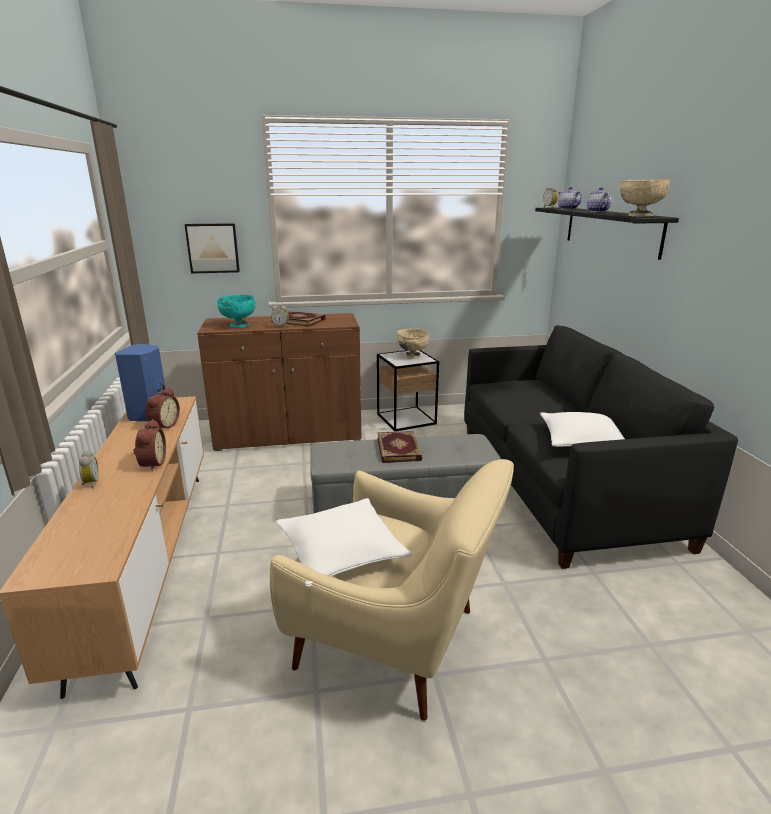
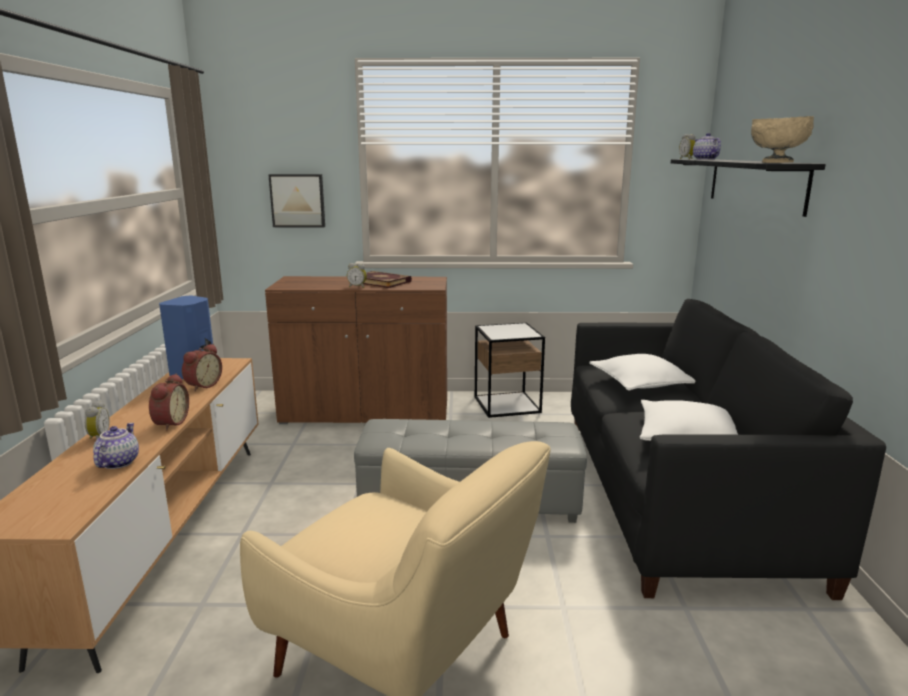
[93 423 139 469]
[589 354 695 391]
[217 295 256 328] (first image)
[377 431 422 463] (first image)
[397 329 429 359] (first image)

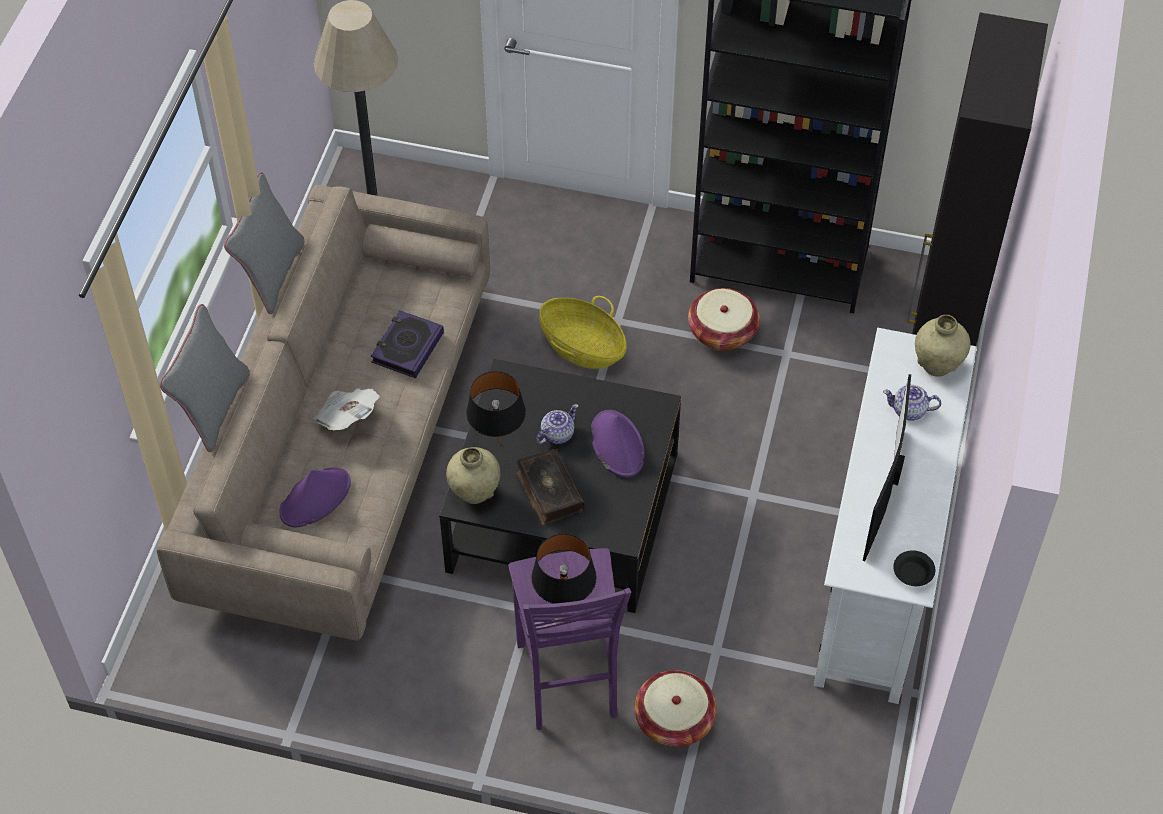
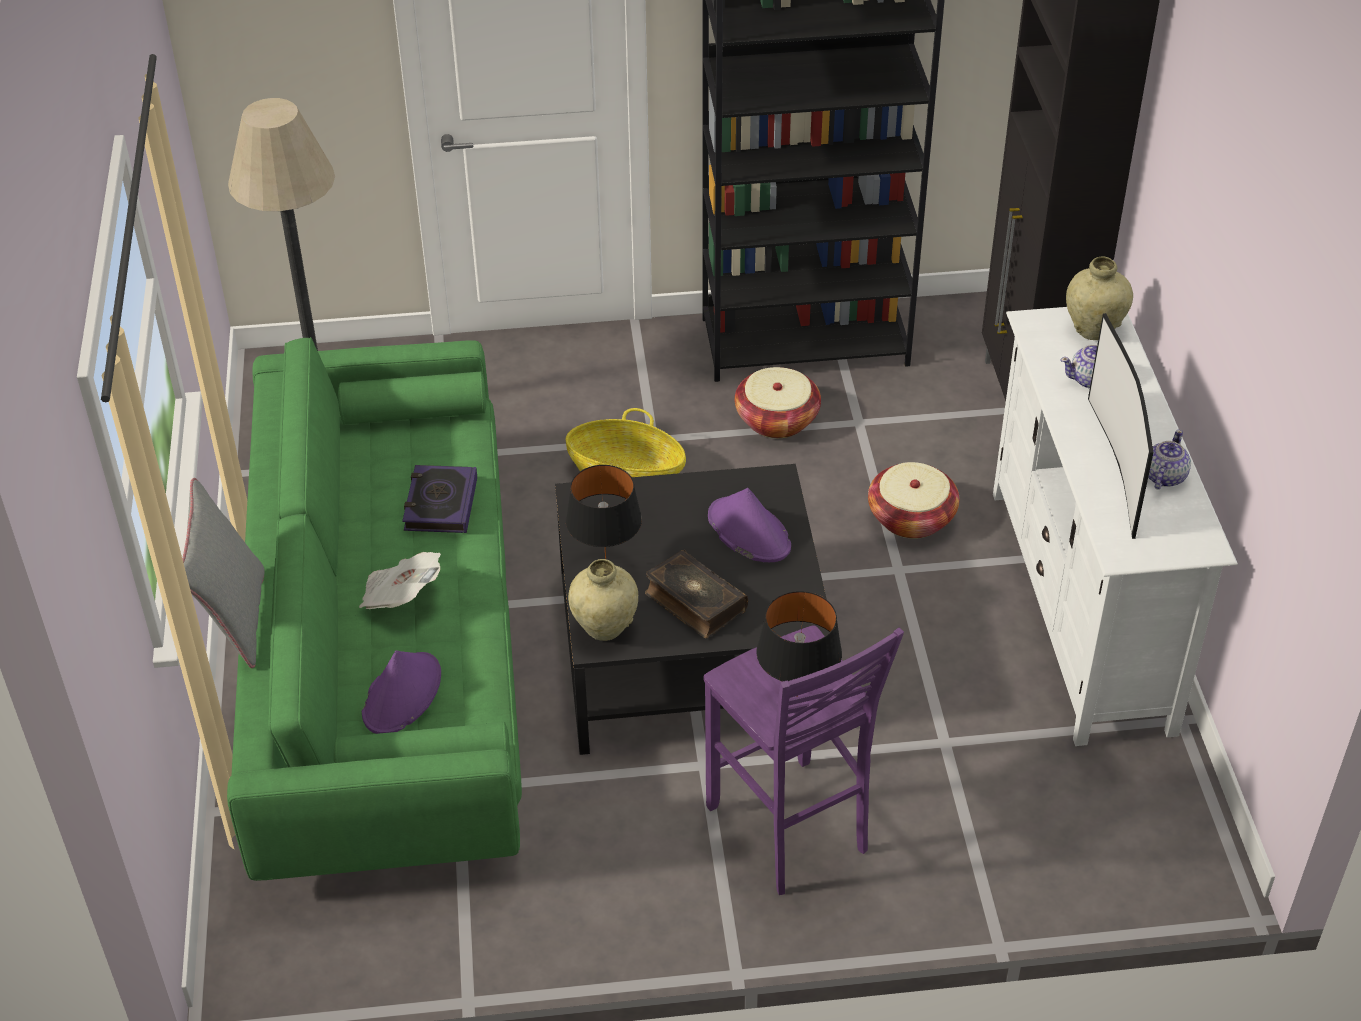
[227 337 522 881]
[868 462 959 539]
[1148 430 1191 490]
[224 172 305 314] (first image)
[893 550 935 586] (first image)

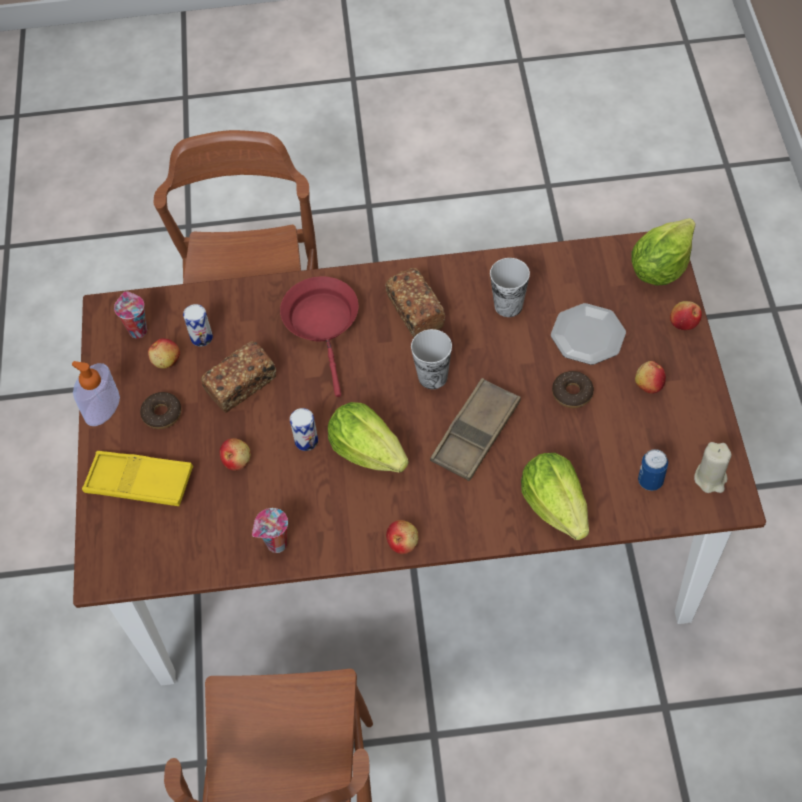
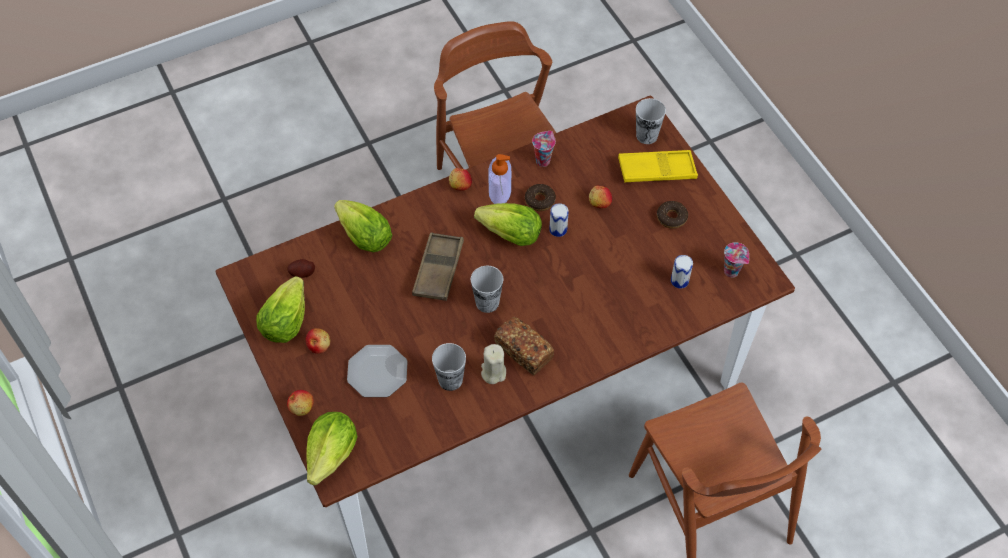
[256 276 305 343]
[287 259 315 278]
[481 344 506 384]
[488 154 511 204]
[525 184 556 211]
[636 98 666 144]
[148 338 180 369] (first image)
[201 341 276 413] (first image)
[280 277 359 397] (first image)

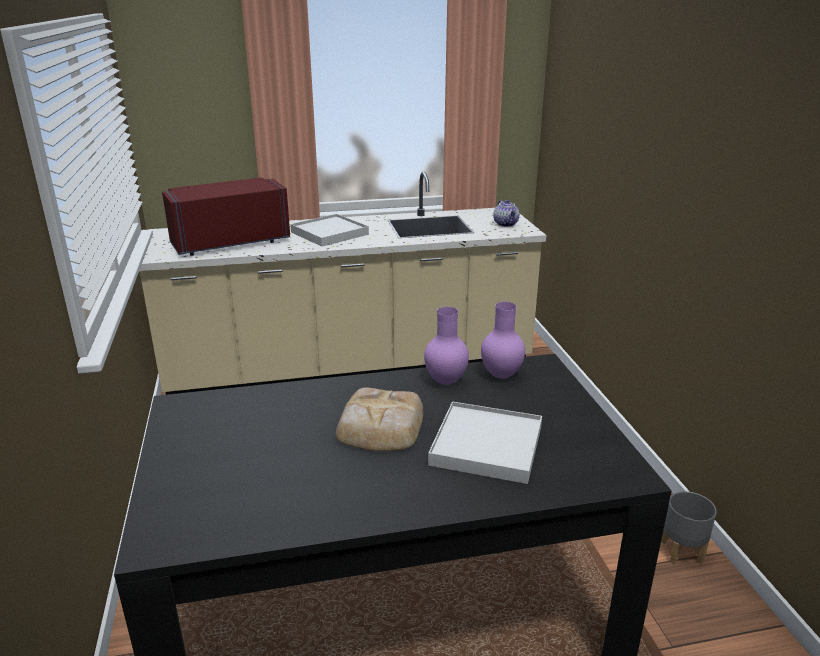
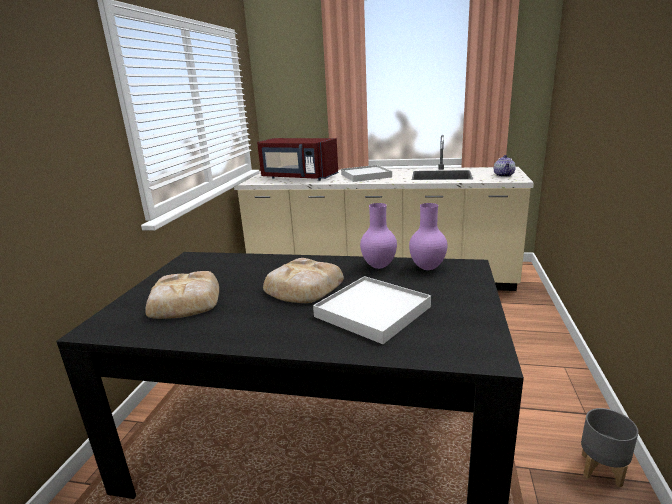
[145 271 219 319]
[257 138 338 181]

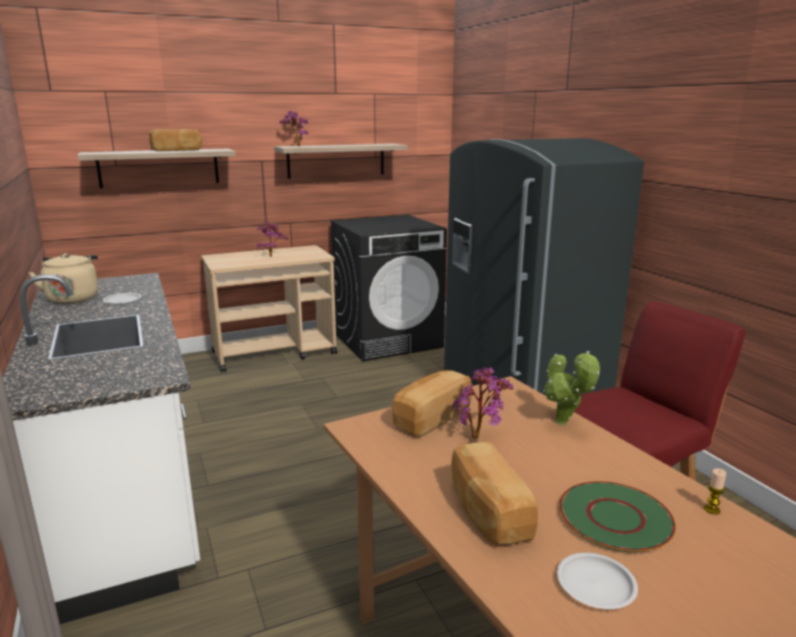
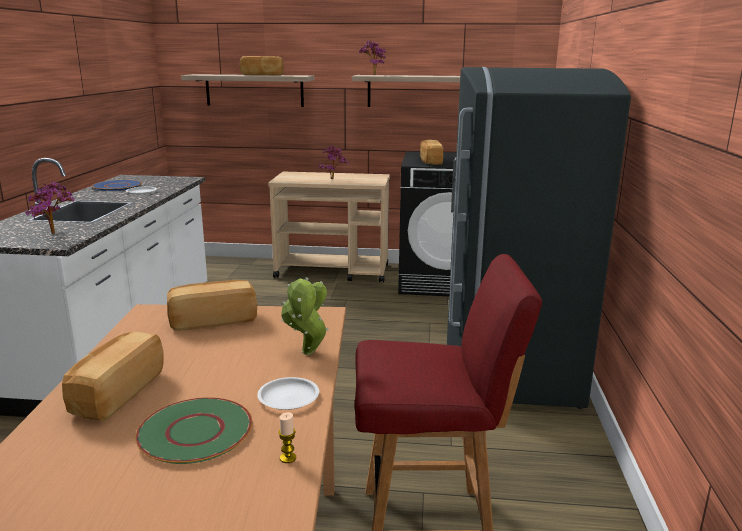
[25 182 75 234]
[92 180 142 191]
[257 377 319 410]
[420 140 443 165]

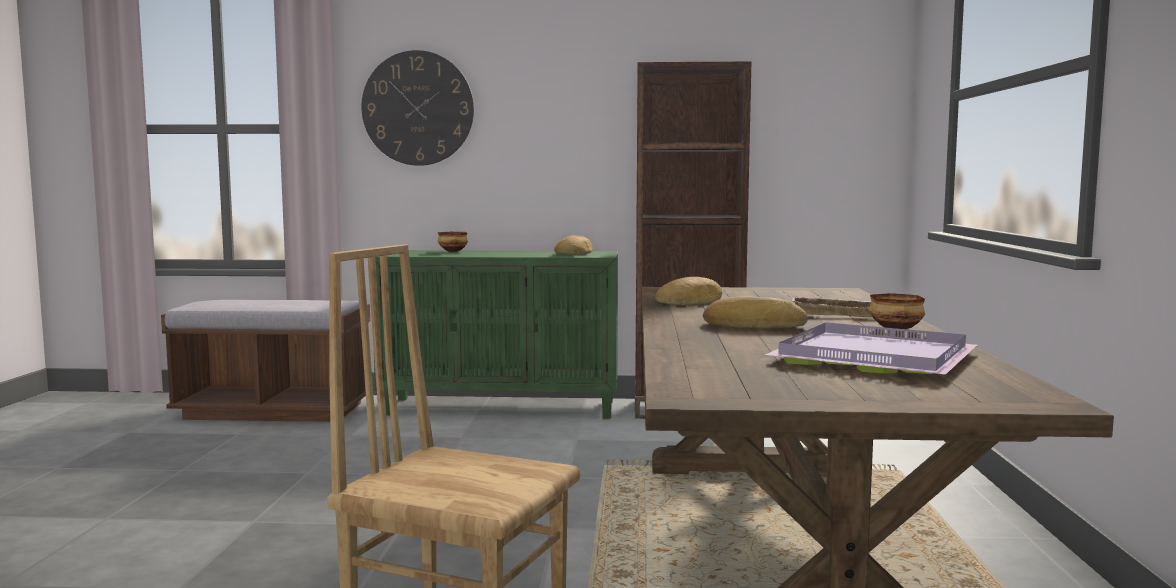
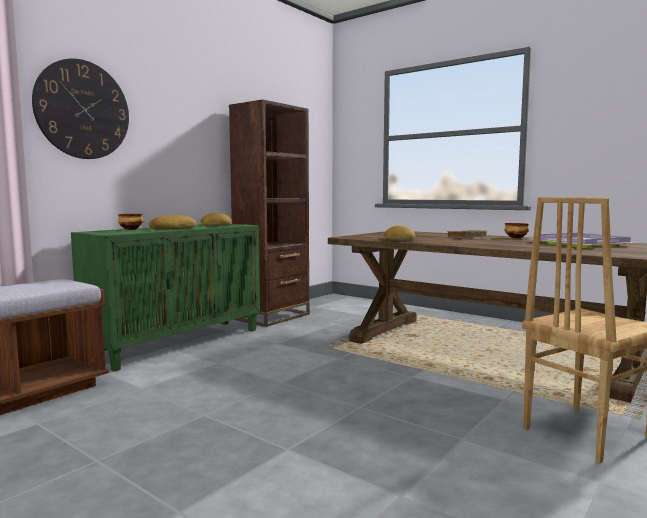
[148 215 197 230]

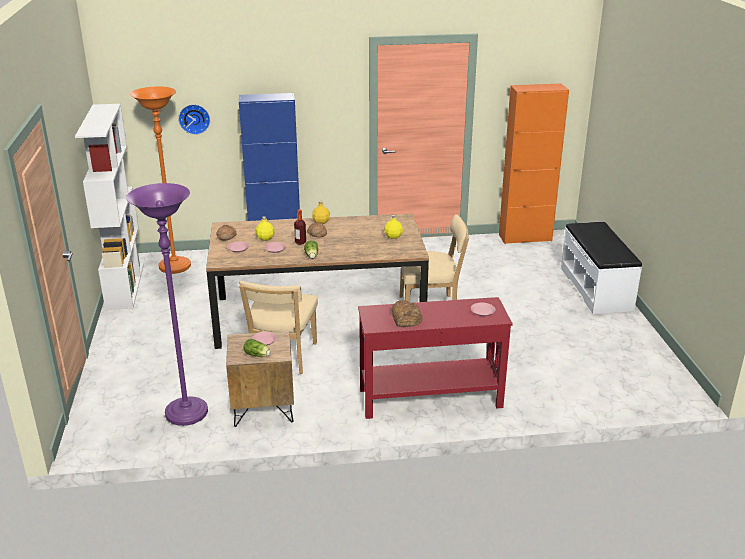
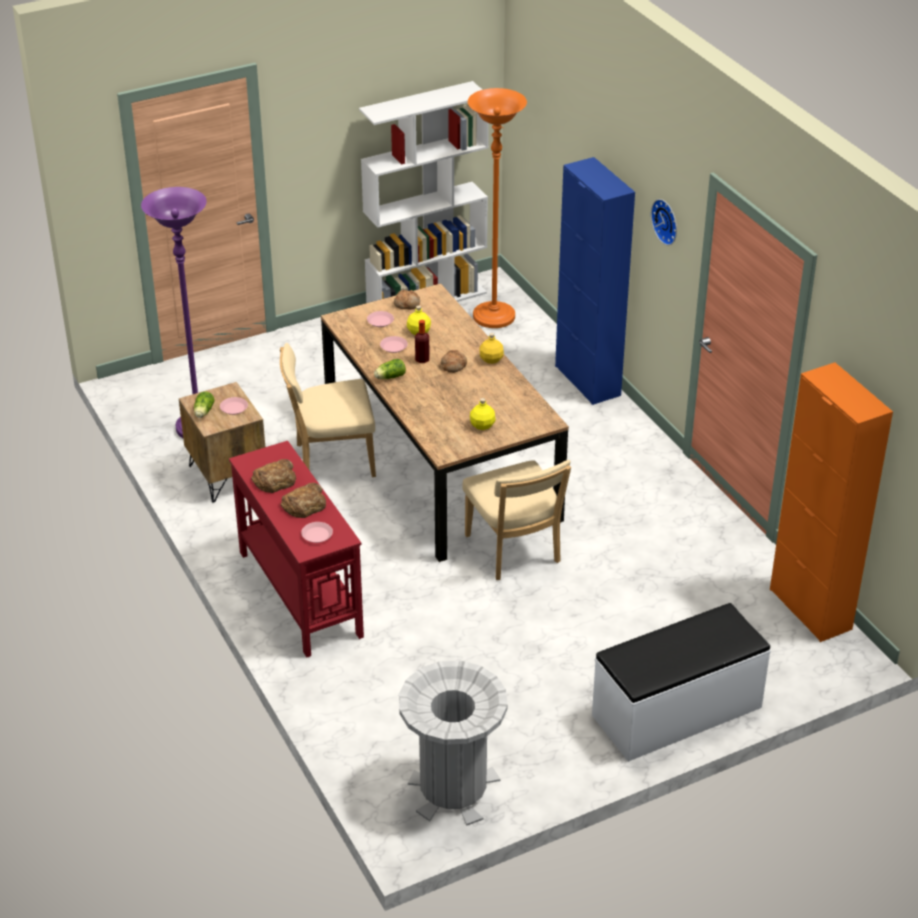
[280 483 326 518]
[399 661 507 826]
[651 199 677 245]

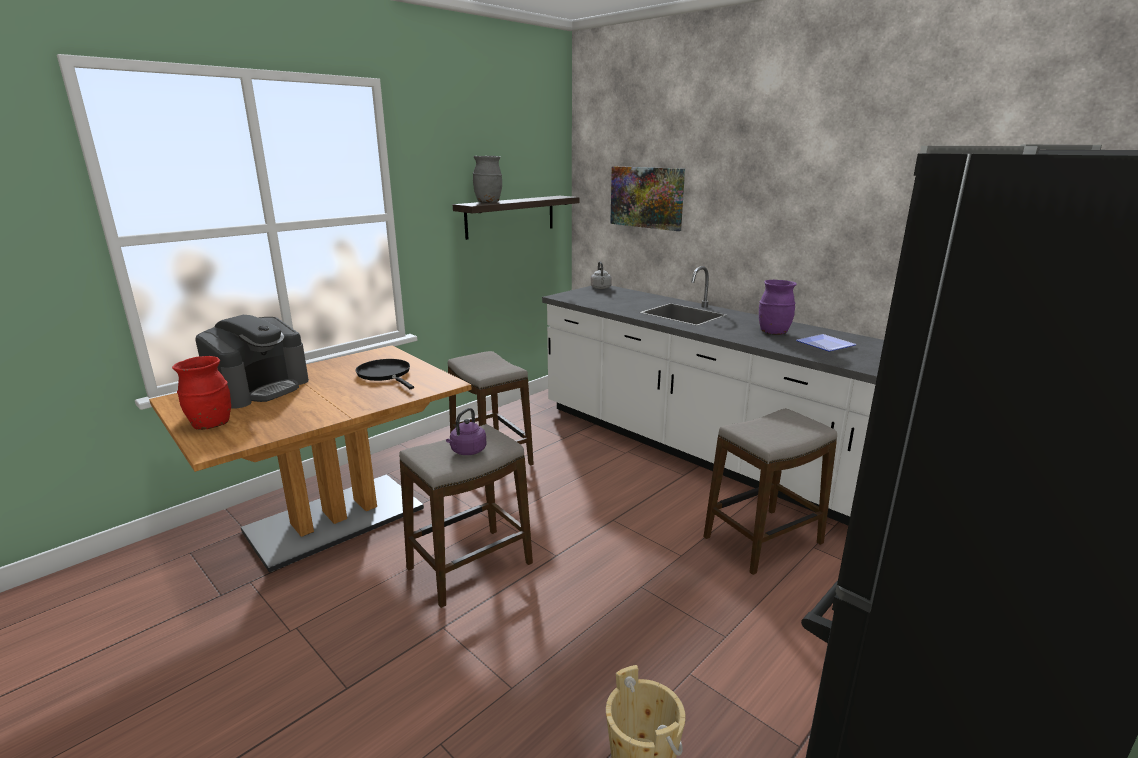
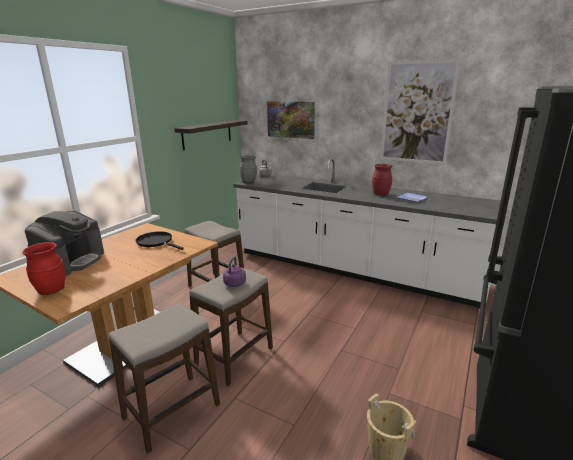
[108 302 220 454]
[240 155 257 183]
[372 164 393 195]
[380 59 461 165]

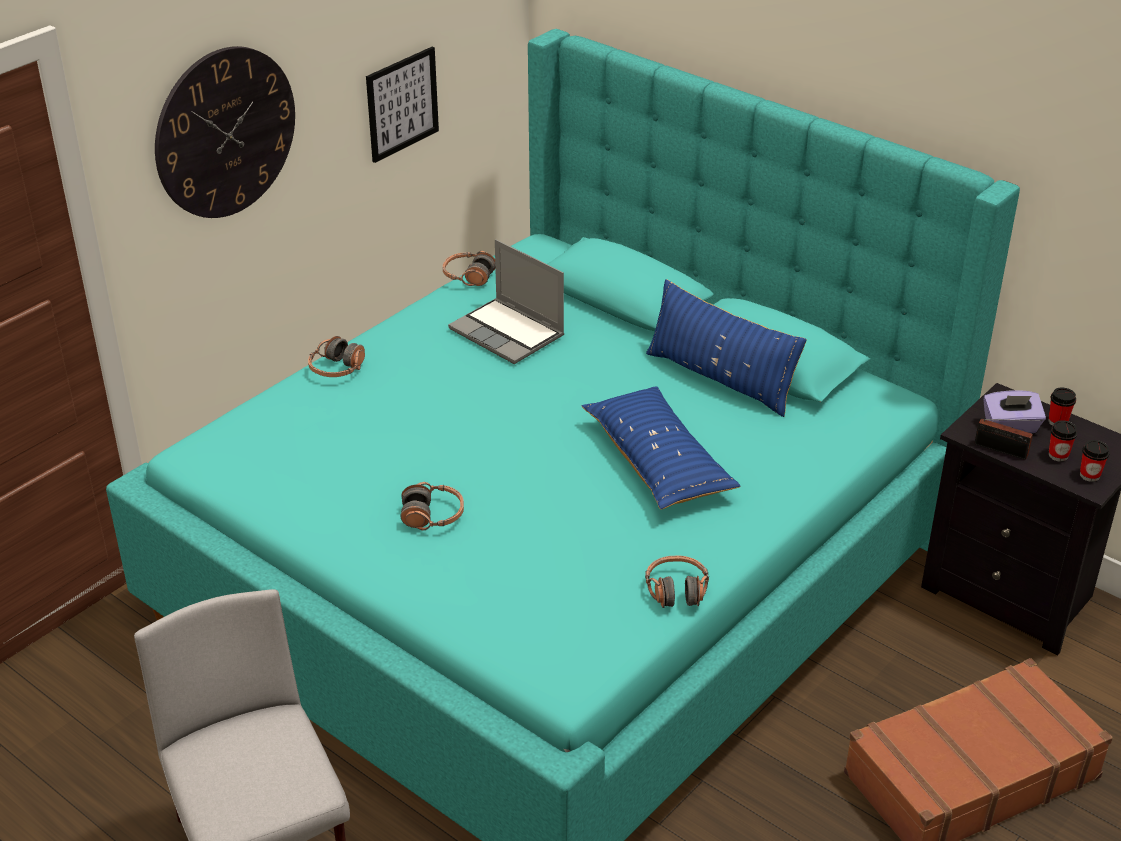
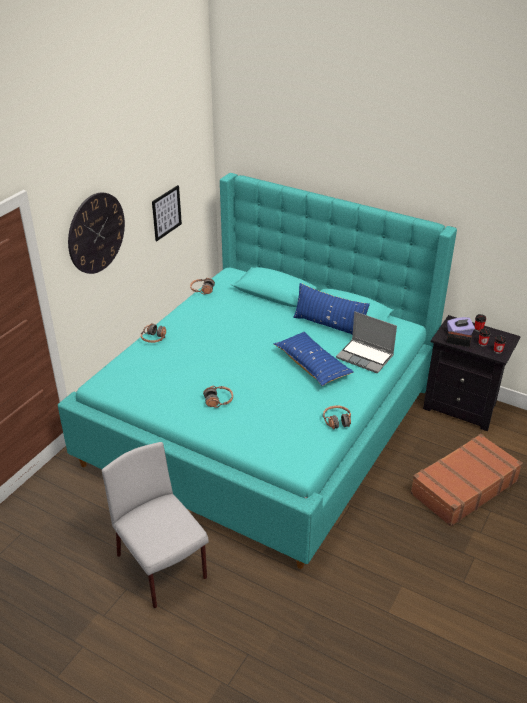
[336 311 397 373]

